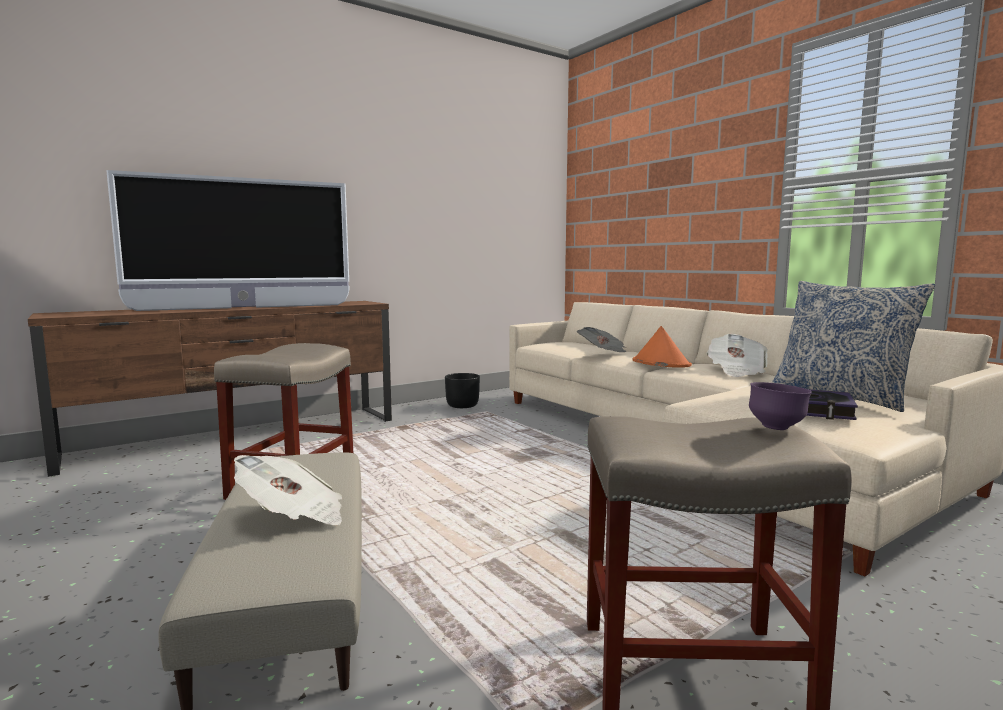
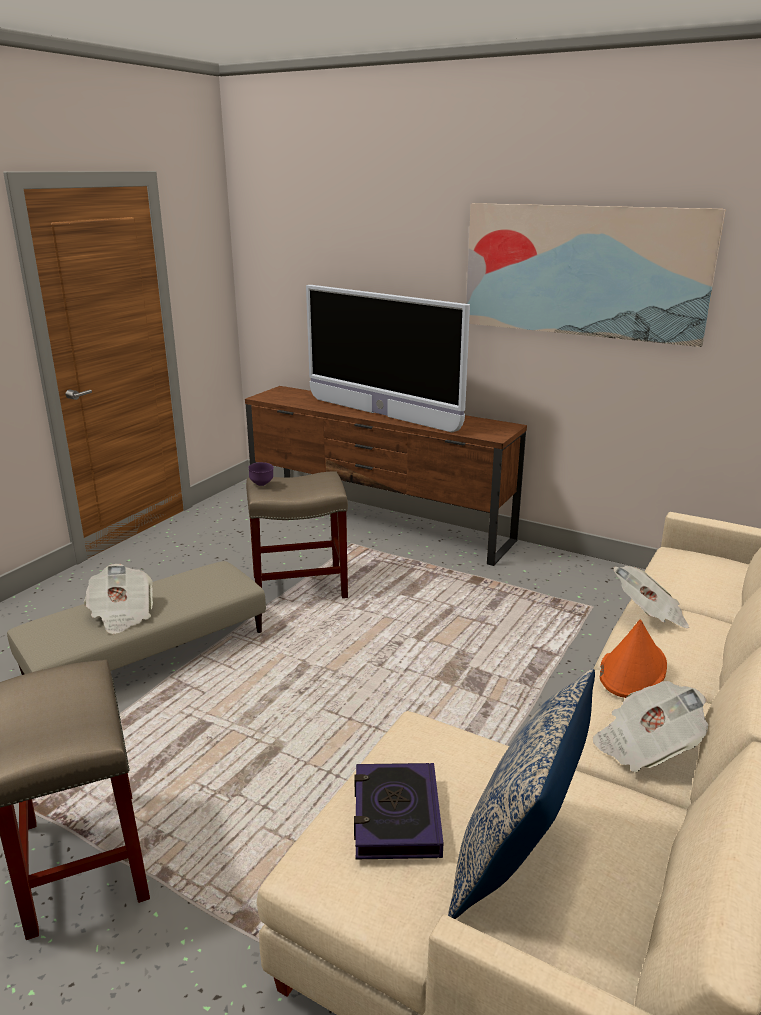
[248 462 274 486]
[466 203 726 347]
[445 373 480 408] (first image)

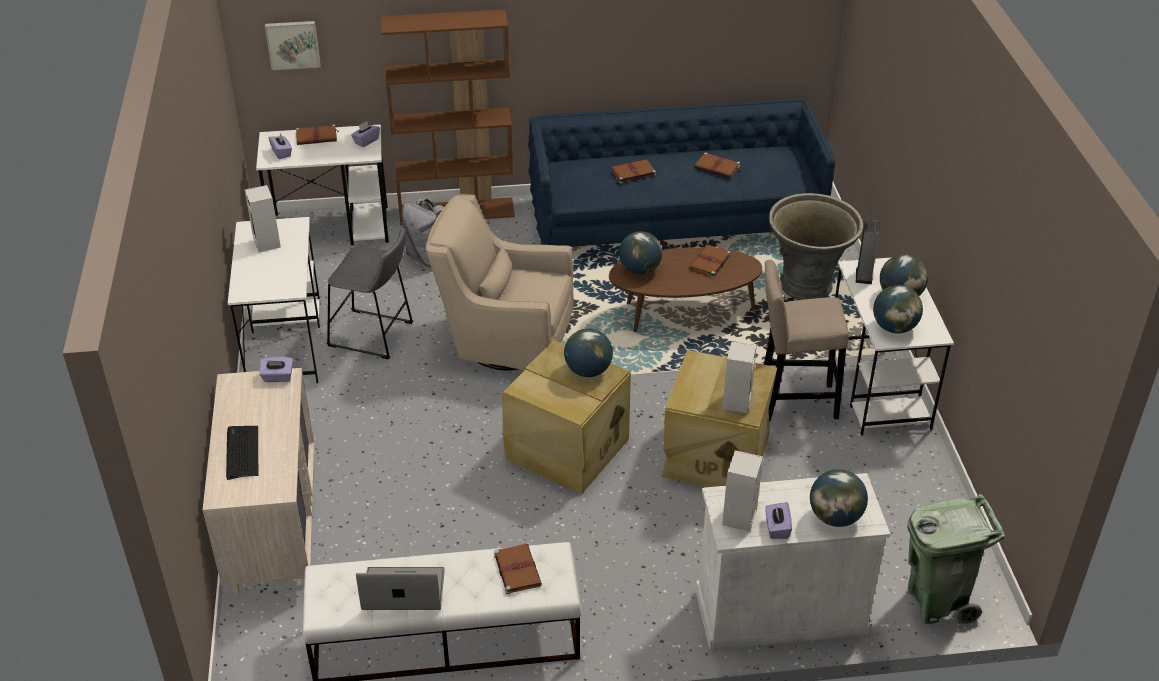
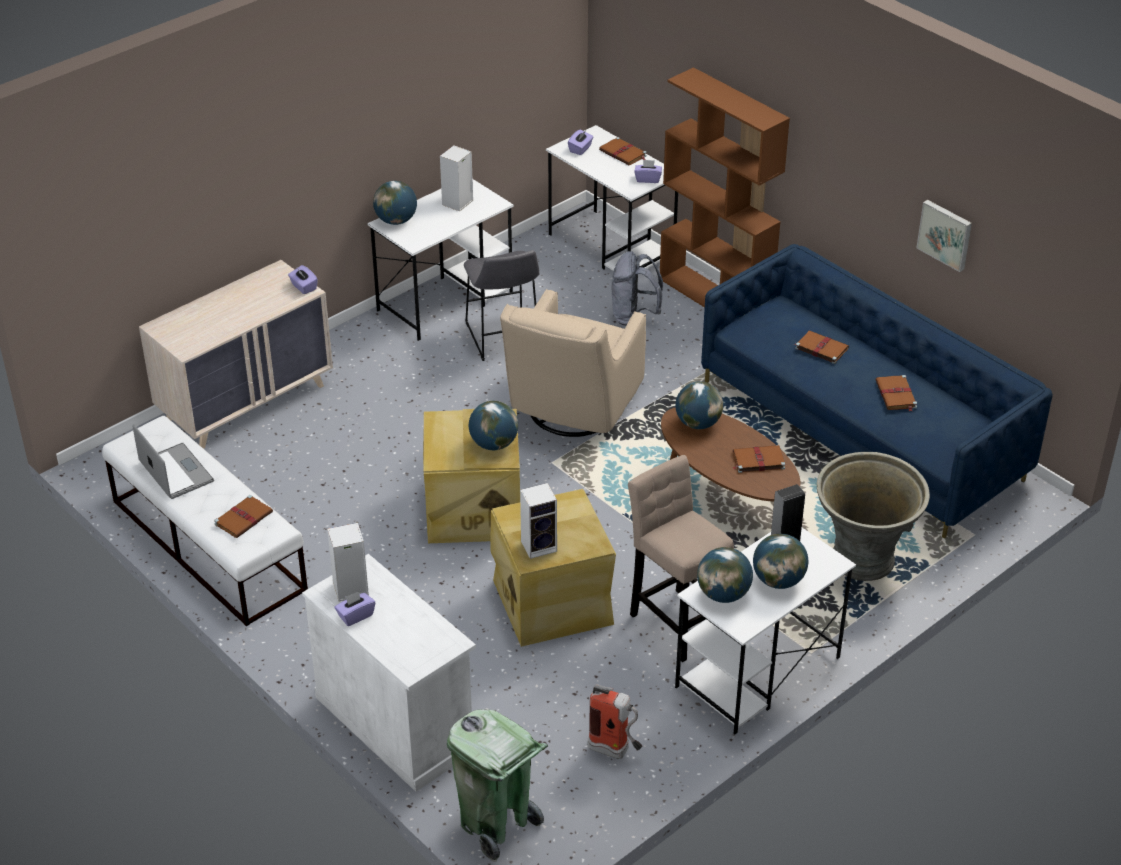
[373 181 417 225]
[500 289 646 437]
[588 684 642 759]
[916 200 972 272]
[226 426 258 480] (first image)

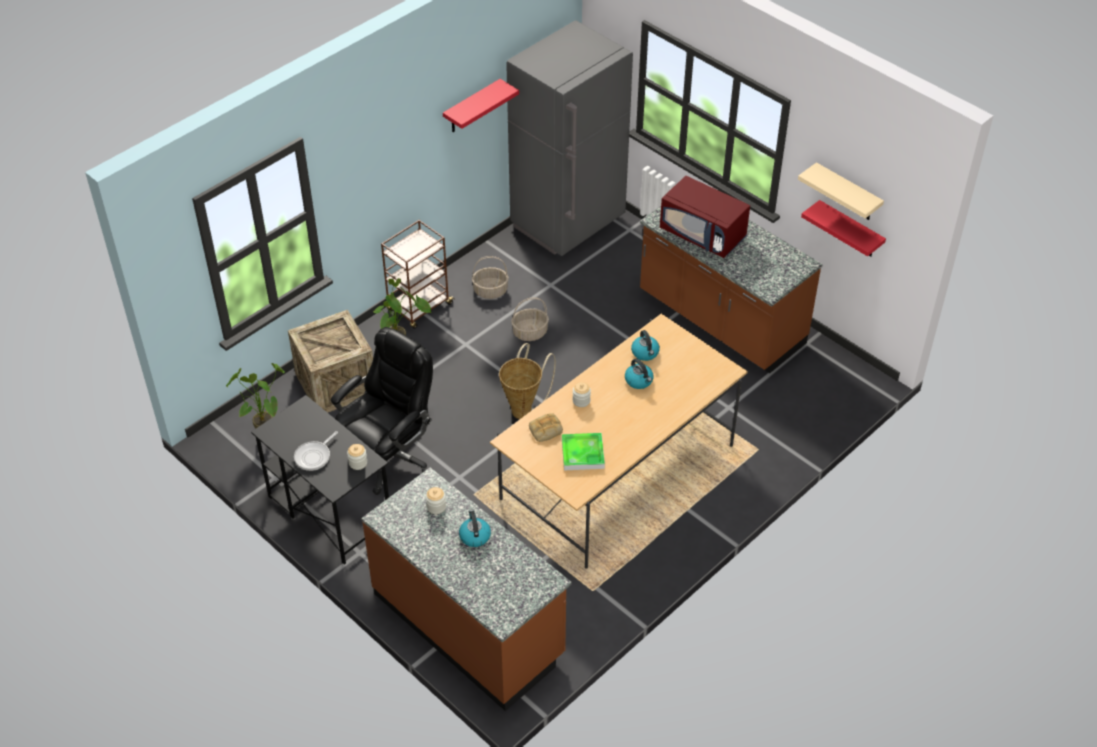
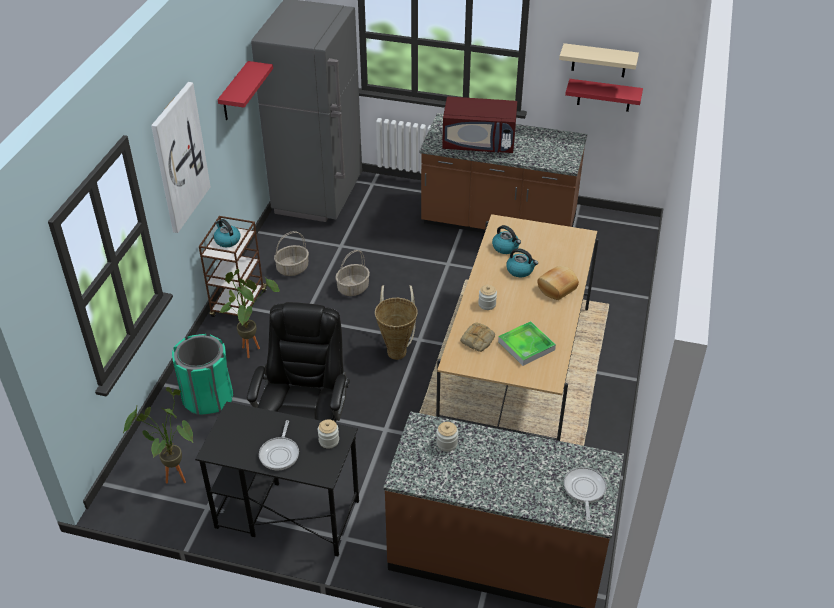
[151 82 211 233]
[172 334 233 415]
[214 219 241 247]
[537 266 579 300]
[564 467 607 521]

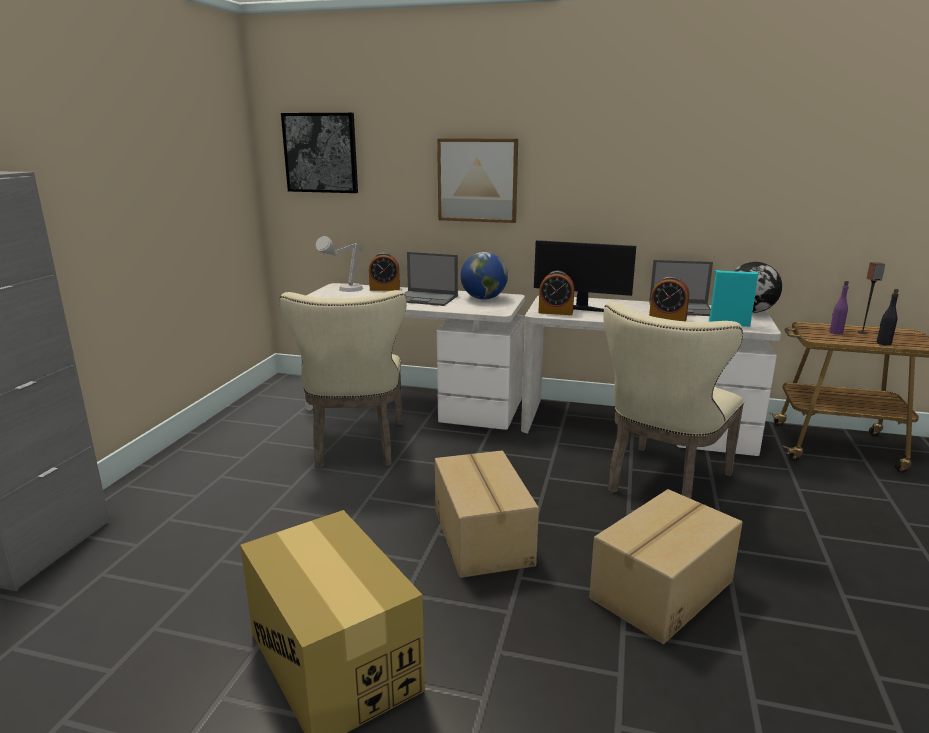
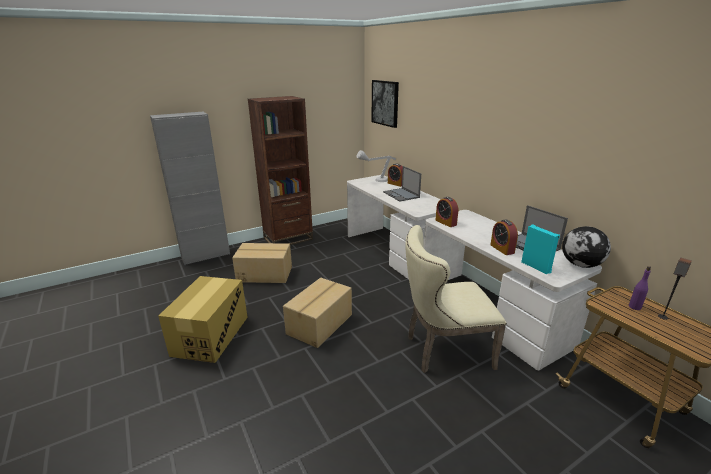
[232 243 292 283]
[248 96 313 245]
[279 290 407 469] (first image)
[437 138 518 223] (first image)
[461 252 508 300] (first image)
[534 240 636 312] (first image)
[877 289 899 346] (first image)

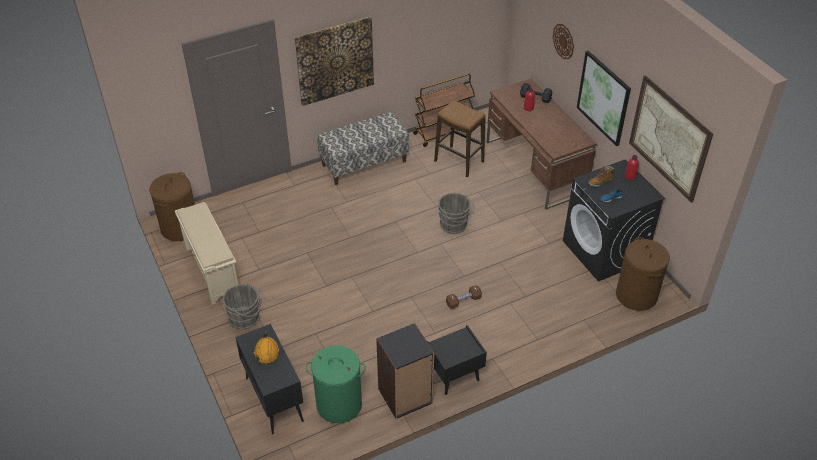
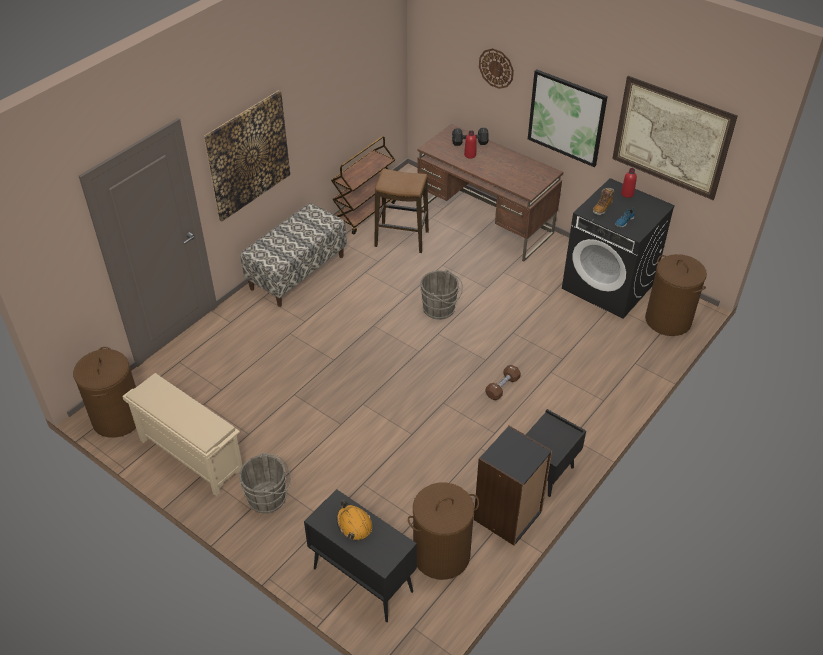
[408 482 479 580]

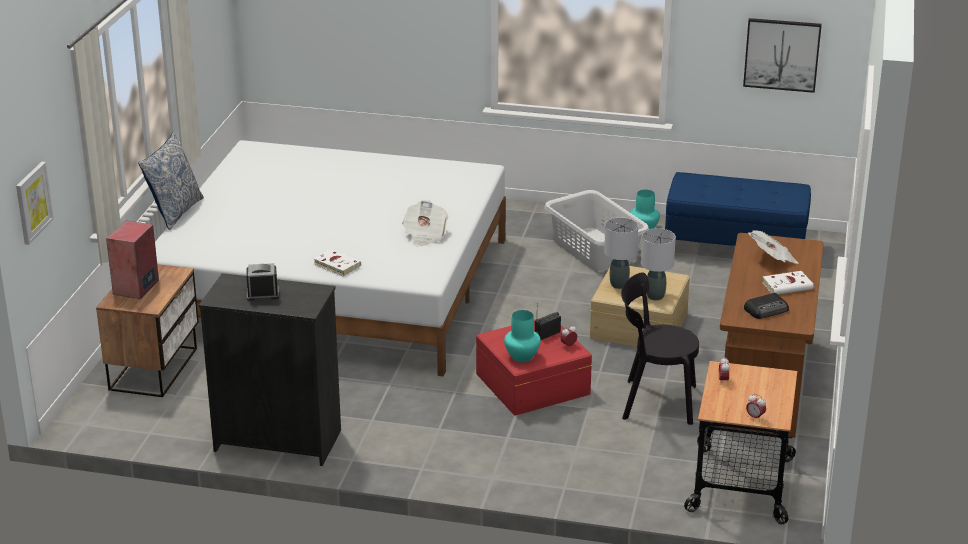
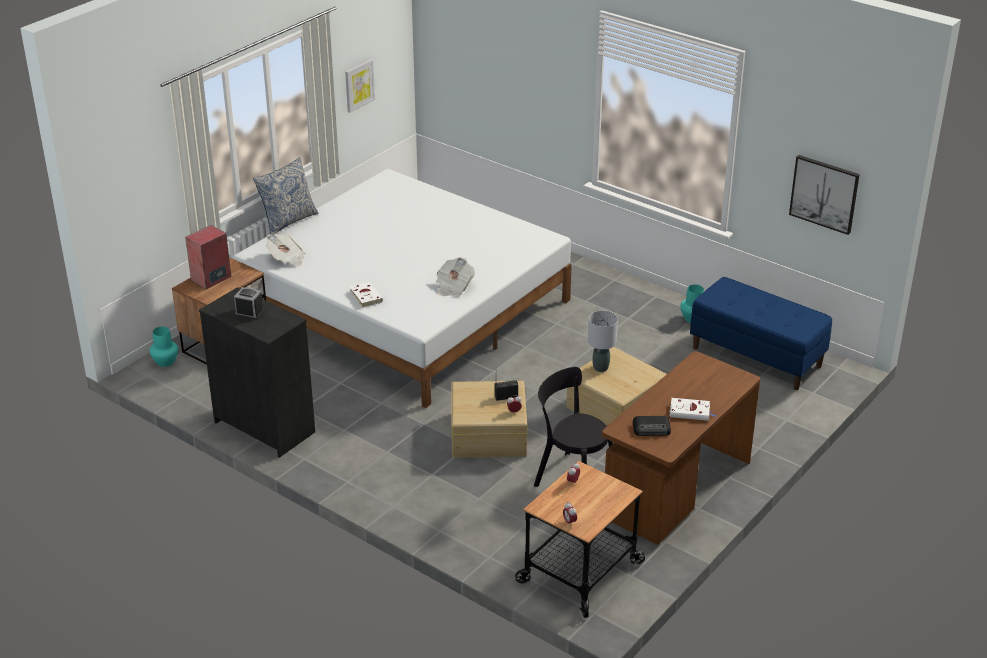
[149 327 178 367]
[266 234 305 267]
[345 59 375 113]
[451 381 527 458]
[544 190 649 270] (first image)
[641 228 676 300] (first image)

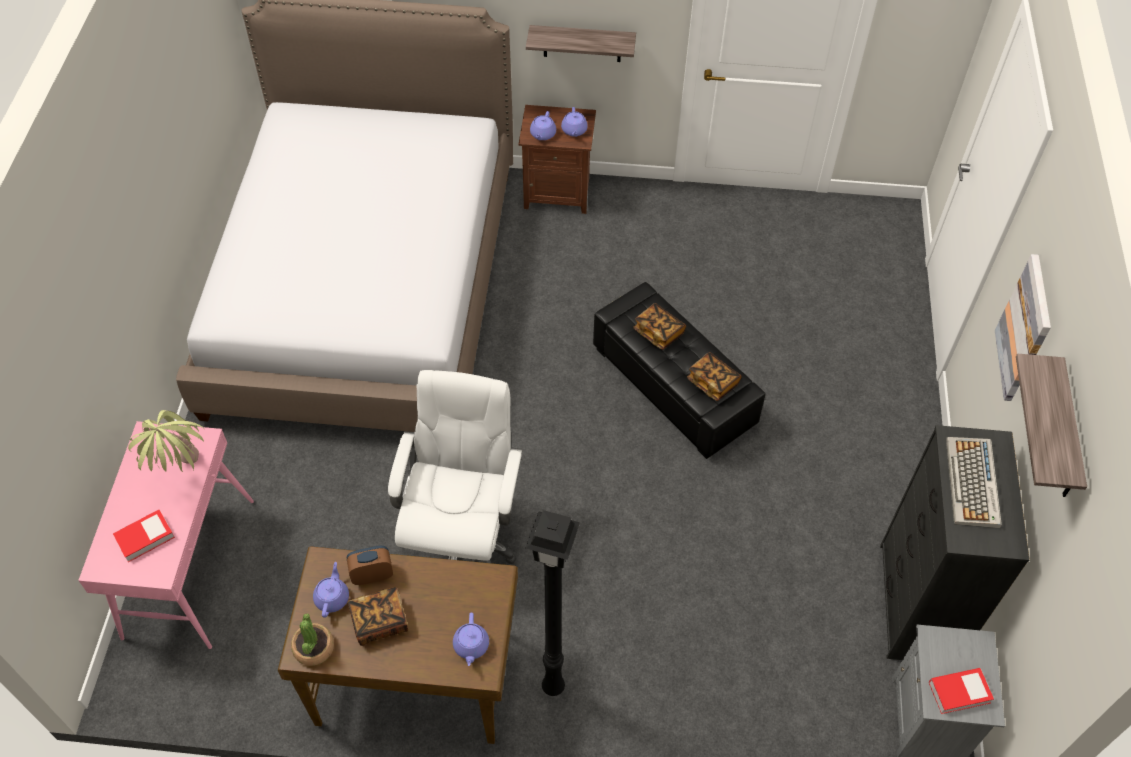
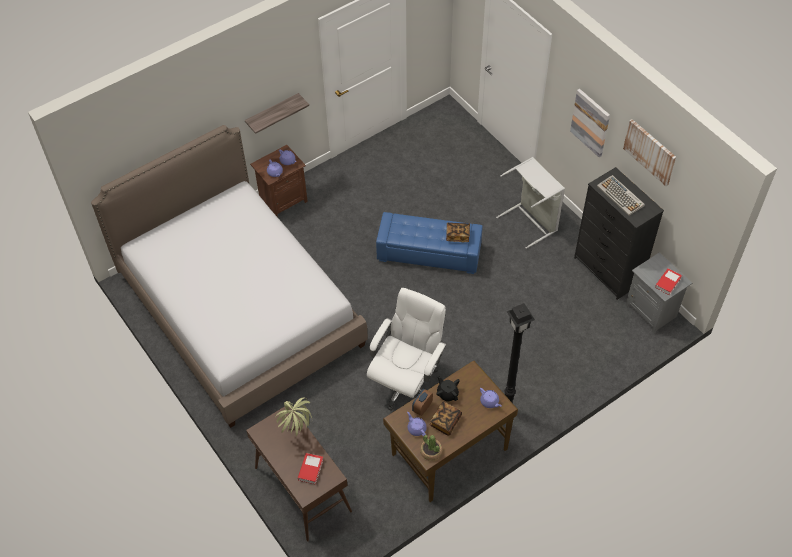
[246 406 352 541]
[367 288 447 411]
[376 212 483 274]
[436 376 460 402]
[496 157 565 249]
[623 119 676 186]
[633 303 686 350] (first image)

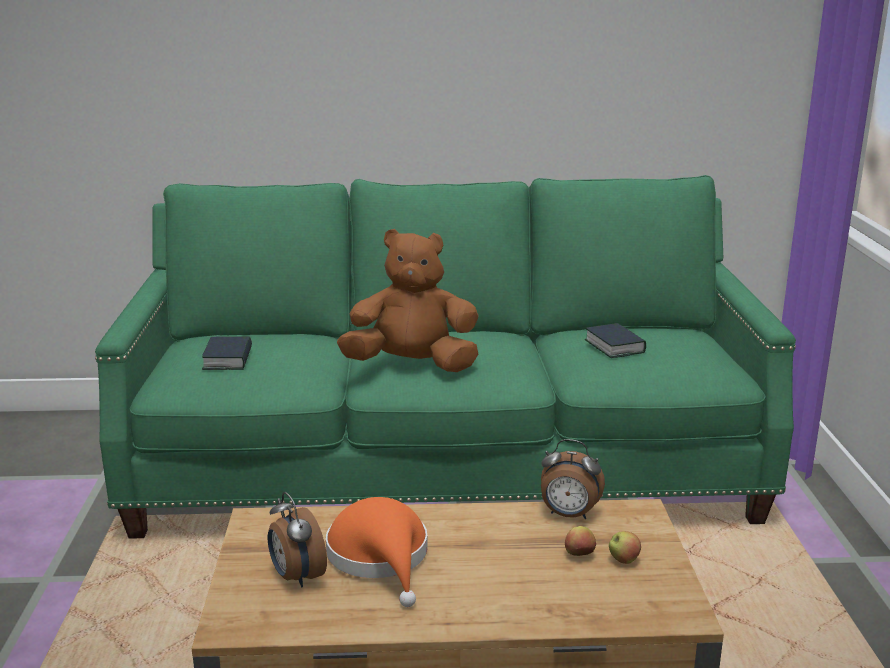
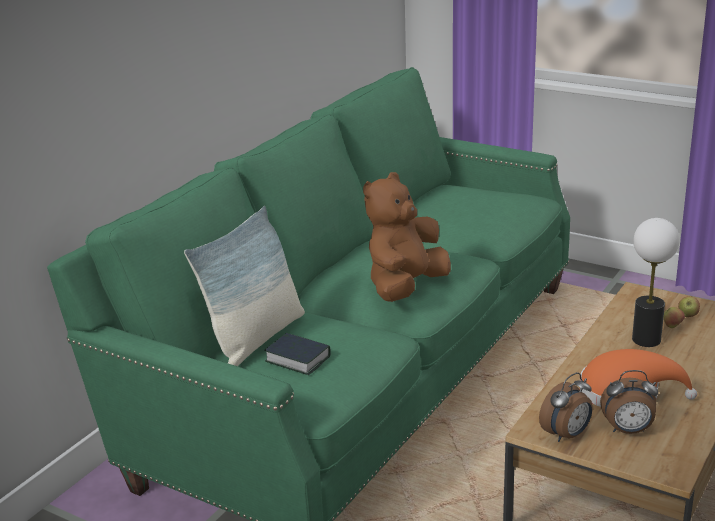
[184 206 305 366]
[539 372 593 442]
[632 218 679 347]
[585 323 646 358] (first image)

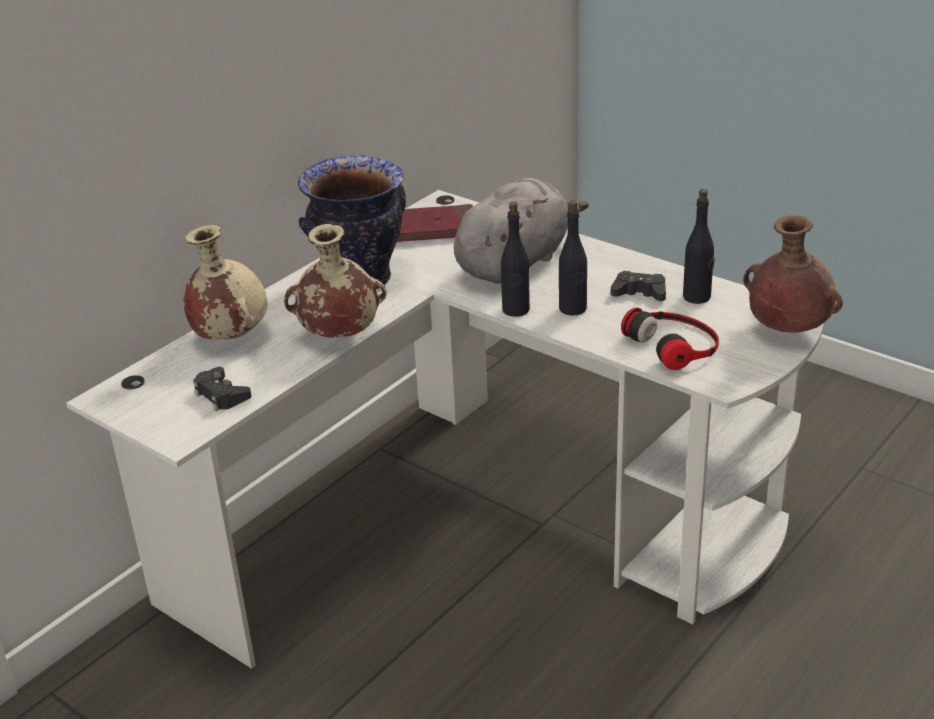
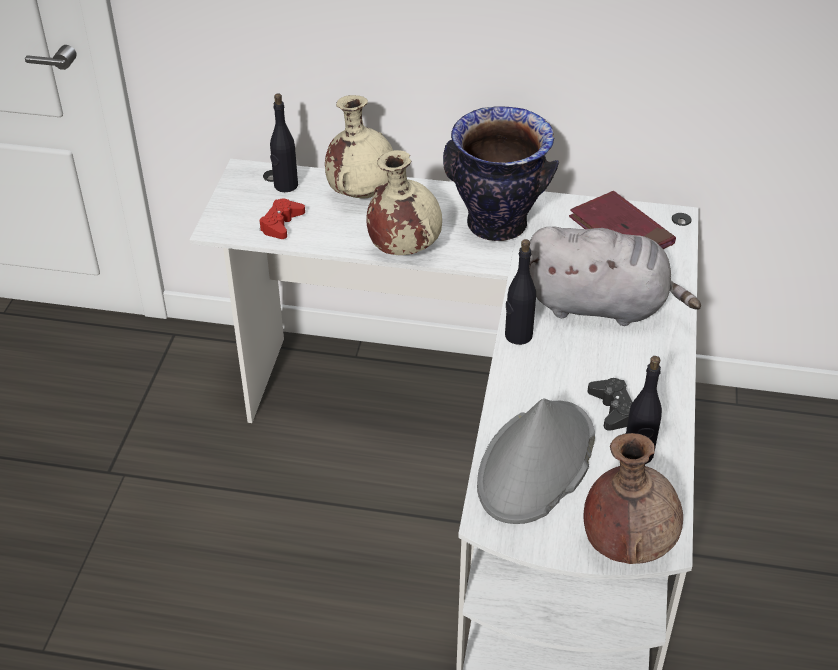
[259 199 305 239]
[270 93 298 192]
[477 399 595 524]

